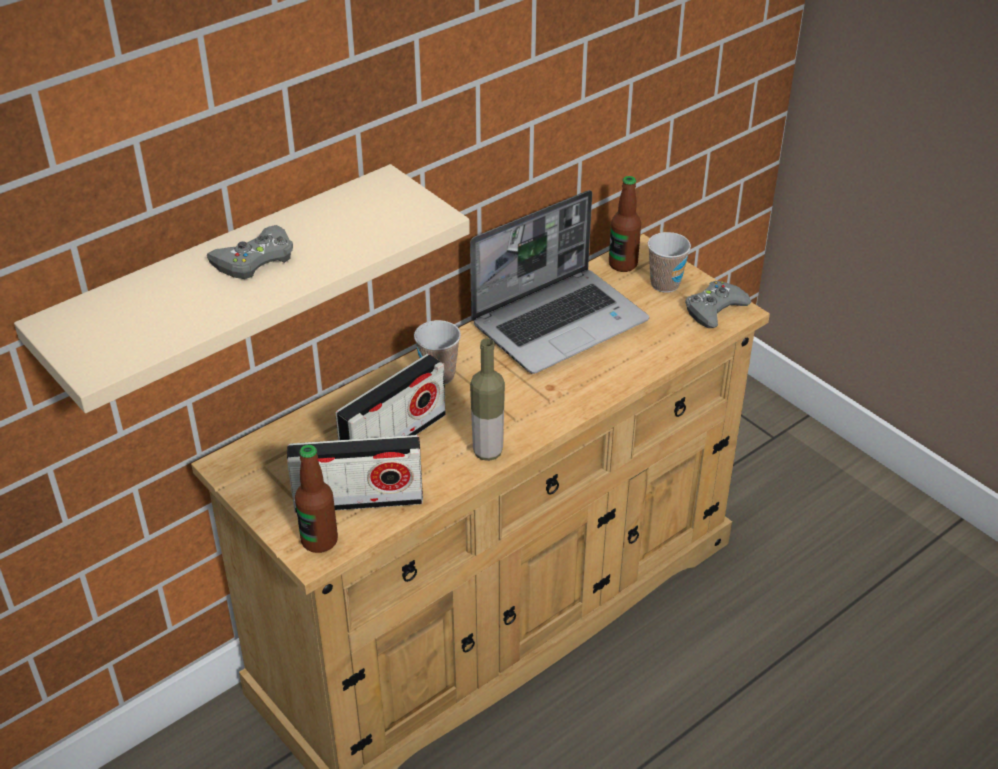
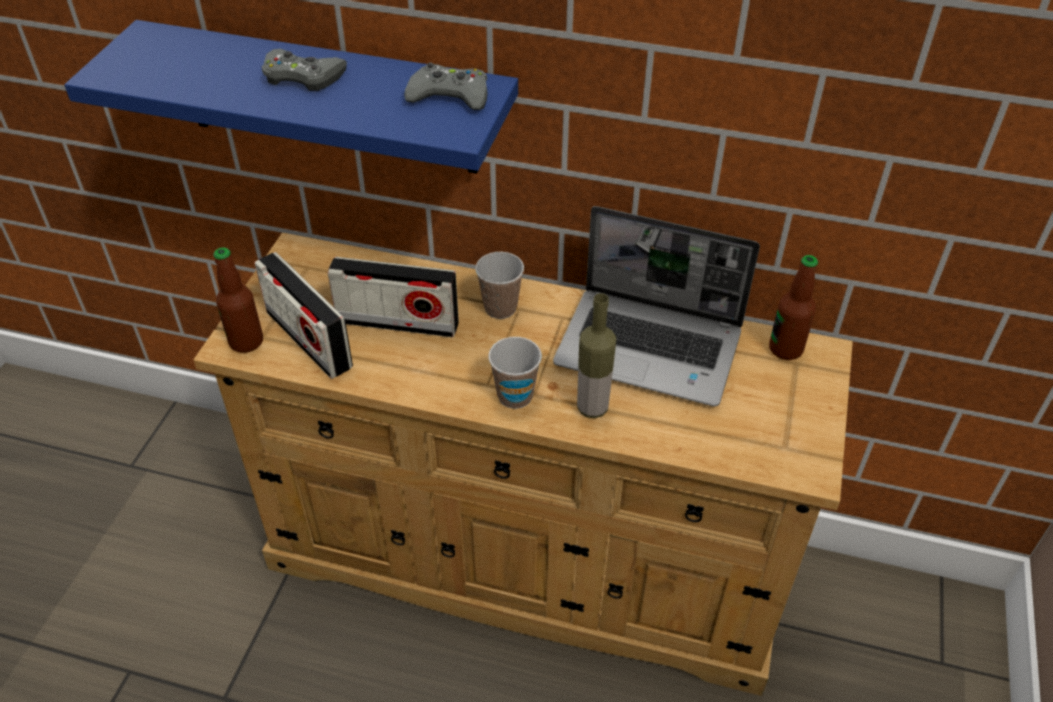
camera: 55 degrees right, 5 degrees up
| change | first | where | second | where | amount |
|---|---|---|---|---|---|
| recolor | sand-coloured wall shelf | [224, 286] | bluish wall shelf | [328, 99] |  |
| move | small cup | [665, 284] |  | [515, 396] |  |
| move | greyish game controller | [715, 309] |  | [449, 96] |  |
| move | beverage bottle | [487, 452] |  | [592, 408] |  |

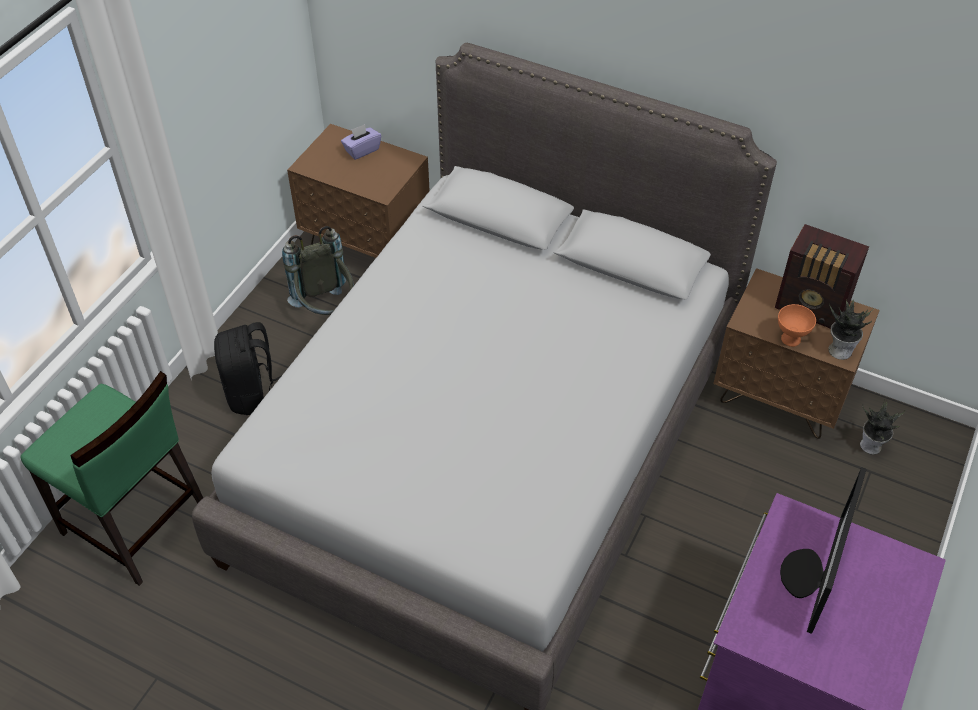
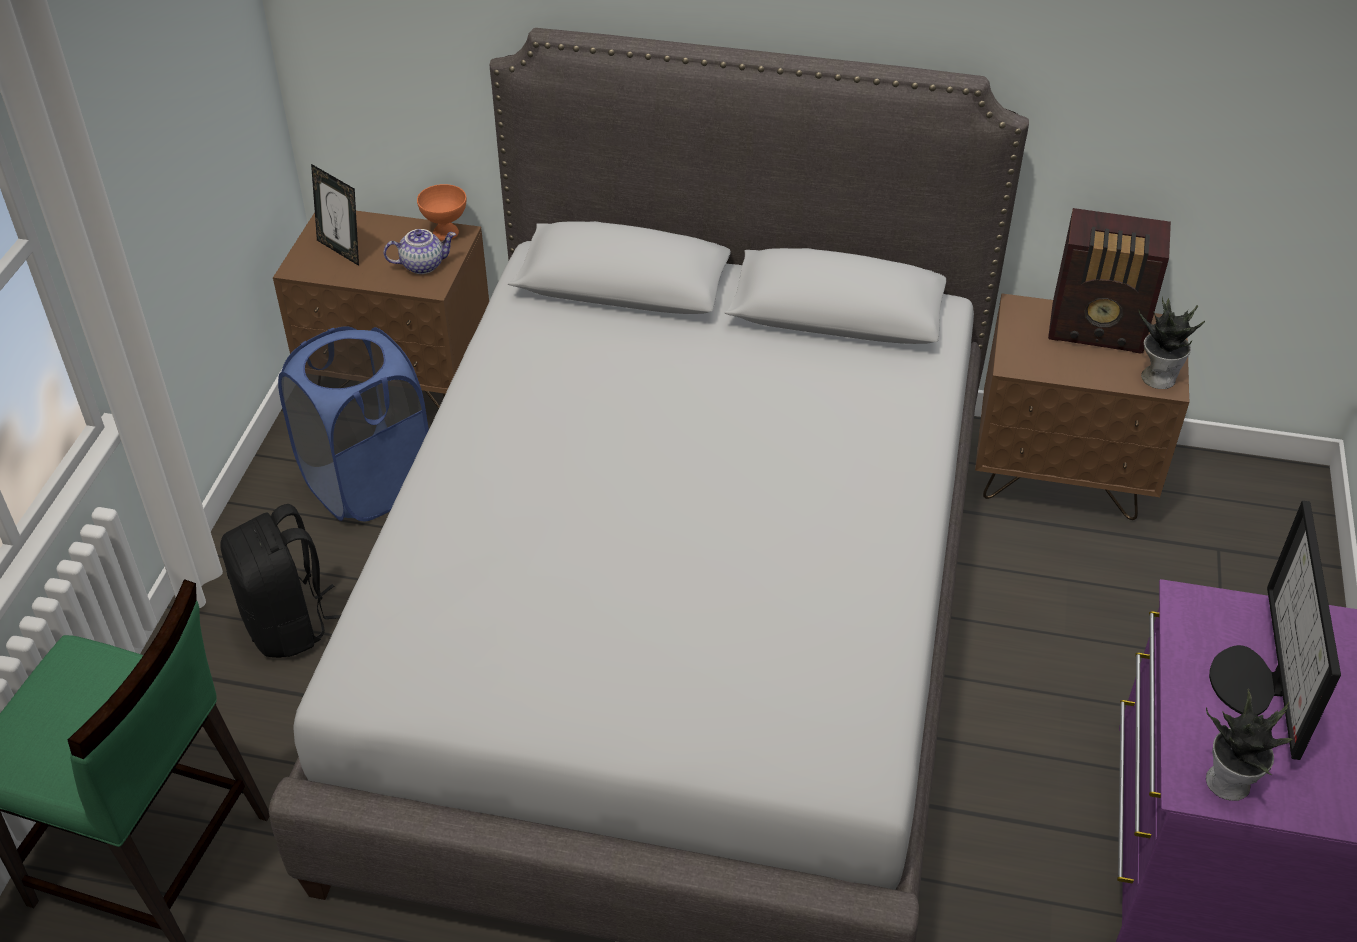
camera: 15 degrees left, 5 degrees down
| change | first | where | second | where | amount |
|---|---|---|---|---|---|
| delete | purplish box of tissues | [362, 150] |  |  |  |
| replace | greyish rucksack | [326, 310] | bluish washing basket | [368, 483] |  |
| move | orange deep dish | [790, 339] |  | [445, 233] |  |
| move | potted plant | [871, 446] |  | [1230, 783] |  |
| insert |  |  | standing frame | [341, 250] |  |
| insert |  |  | pot for tea | [423, 264] |  |

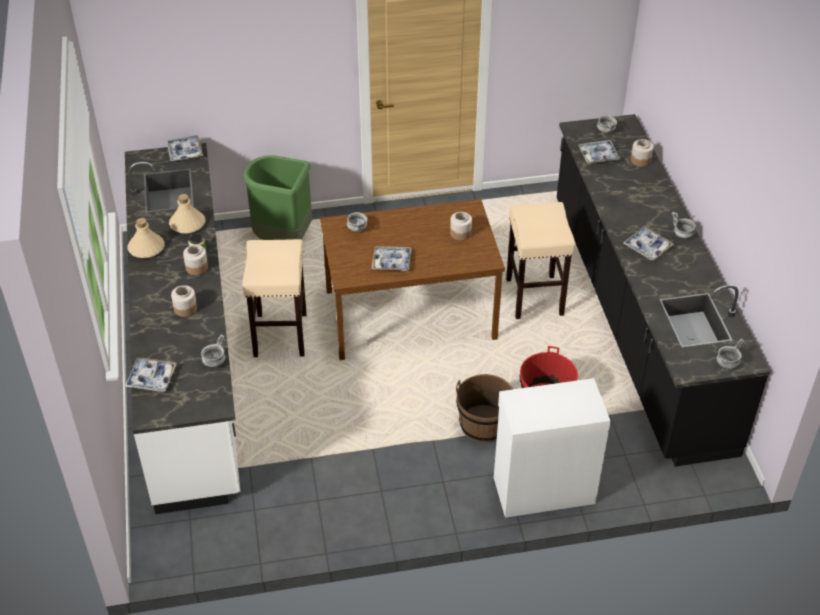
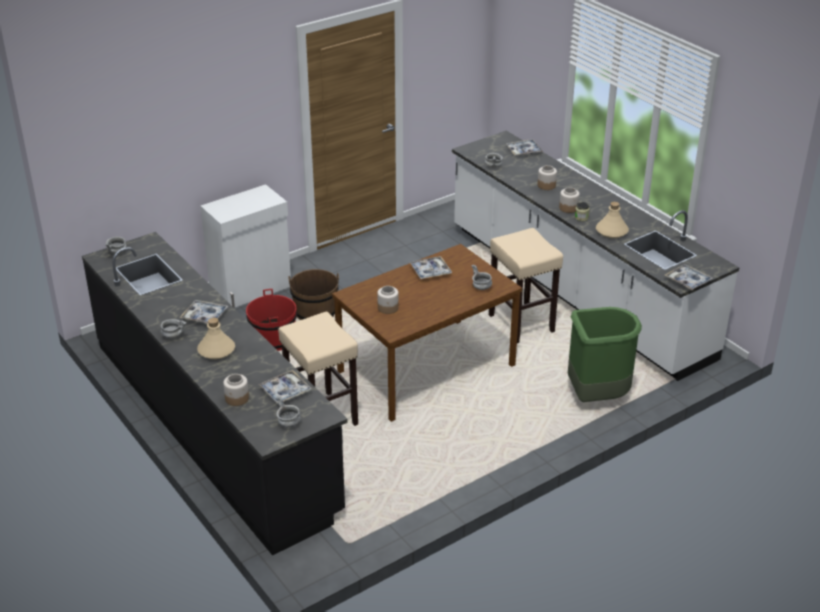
camera: 155 degrees right, 10 degrees down
| change | first | where | second | where | amount |
|---|---|---|---|---|---|
| move | sand-coloured beverage bottle | [147, 248] |  | [216, 350] |  |

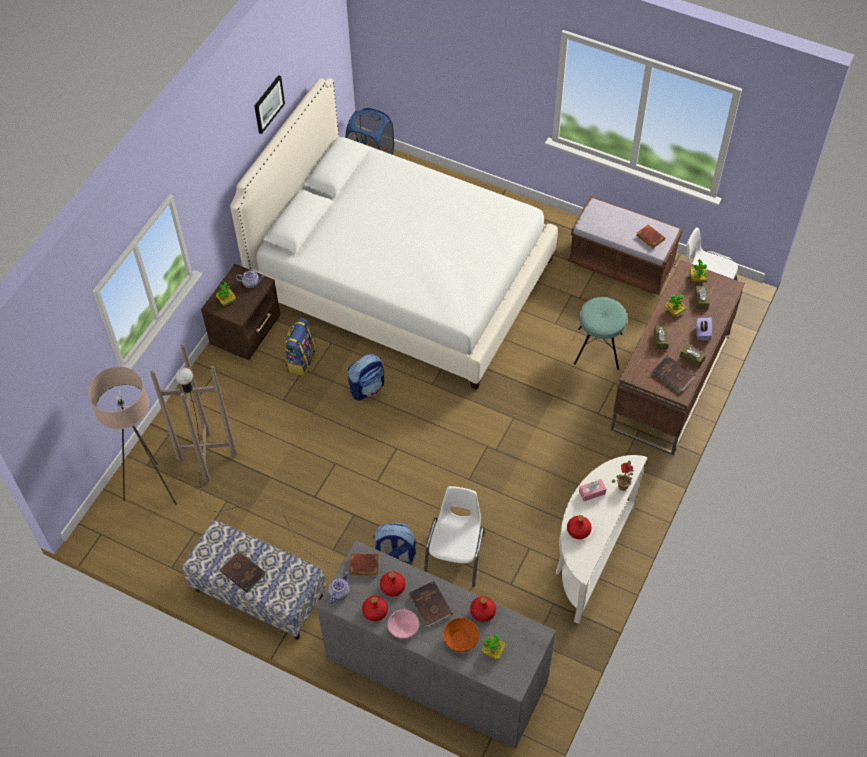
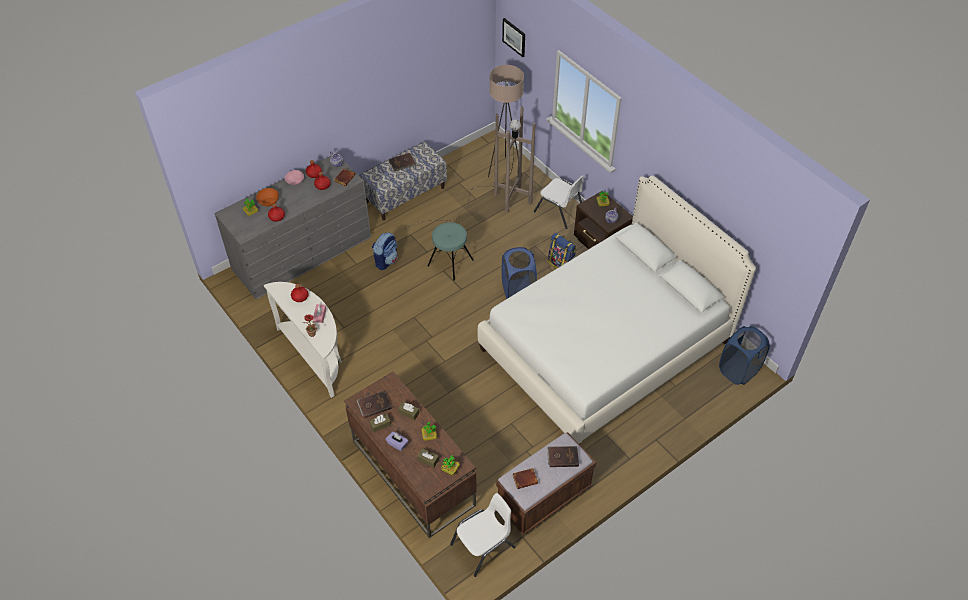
camera: 115 degrees right, 5 degrees down
| change | first | where | second | where | amount |
|---|---|---|---|---|---|
| move | picture | [268, 104] |  | [514, 37] |  |
| move | turquoise stool | [598, 349] |  | [450, 263] |  |
| replace | rucksack | [367, 388] | bluish washing basket | [518, 291] |  |
| move | whitish plain chair | [456, 554] |  | [559, 211] |  |
| move | brown volume | [430, 605] |  | [562, 457] |  |

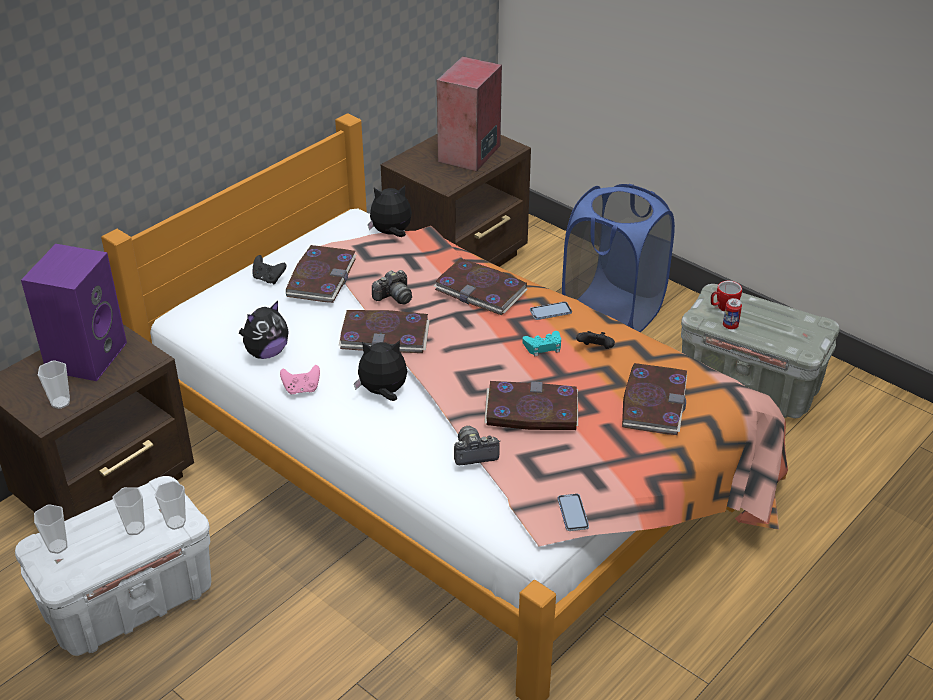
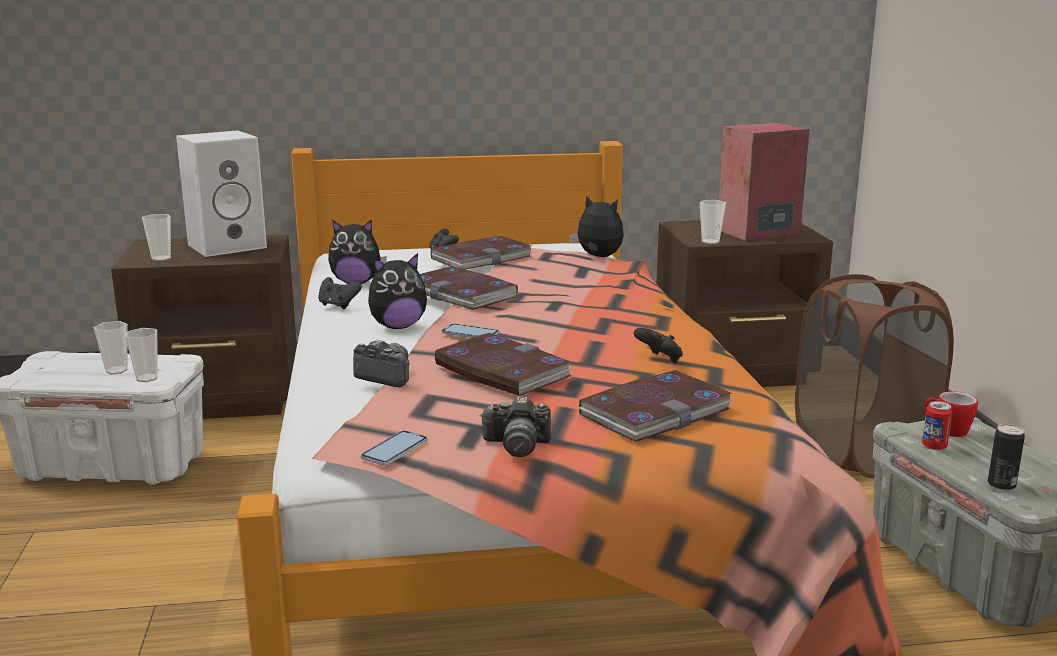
camera: 40 degrees right, 20 degrees down
| change | first | where | second | where | amount |
|---|---|---|---|---|---|
| recolor | bluish washing basket | [612, 312] | brown washing basket | [860, 453] |  |
| recolor | purplish speaker | [86, 355] | whitish speaker | [228, 245] |  |
| delete | volume | [481, 290] |  |  |  |
| move | photo camera | [394, 297] |  | [517, 445] |  |
| move | handset | [550, 312] |  | [470, 333] |  |
| delete | turquoise game controller | [543, 347] |  |  |  |
| rotate | plush toy | [383, 392] |  | [398, 326] | 120 degrees clockwise |
| recolor | pink-coloured game controller | [301, 389] | black game controller | [338, 306] |  |
| move | small cup | [58, 546] |  | [710, 242] |  |
| insert |  |  | metal can | [1001, 485] |  |

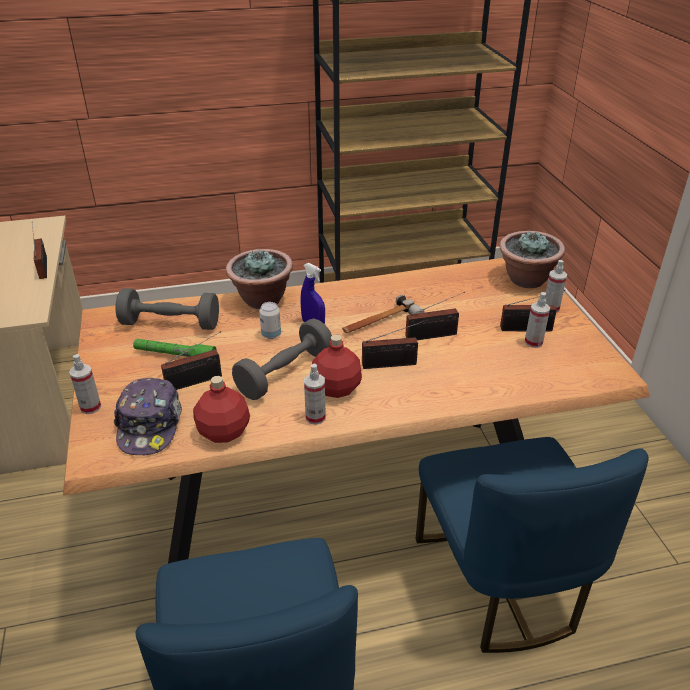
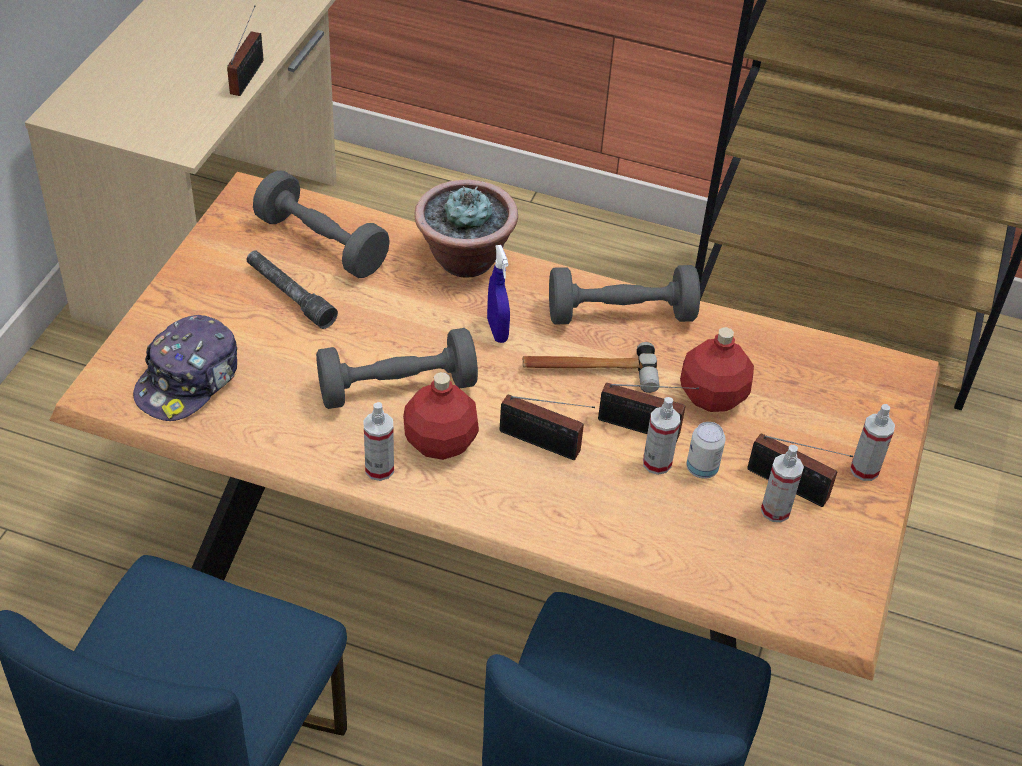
camera: 30 degrees right, 10 degrees up
| change | first | where | second | where | amount |
|---|---|---|---|---|---|
| delete | potted plant | [526, 280] |  |  |  |
| move | metal can | [271, 334] |  | [702, 469] |  |
| delete | radio receiver | [197, 381] |  |  |  |
| recolor | green-coloured torch | [175, 355] | greyish torch | [289, 295] |  |
| move | spray bottle | [90, 407] |  | [657, 463] |  |
| move | red-coloured beverage bottle | [224, 431] |  | [713, 396] |  |
| insert |  |  | greyish dumbbell | [620, 314] |  |

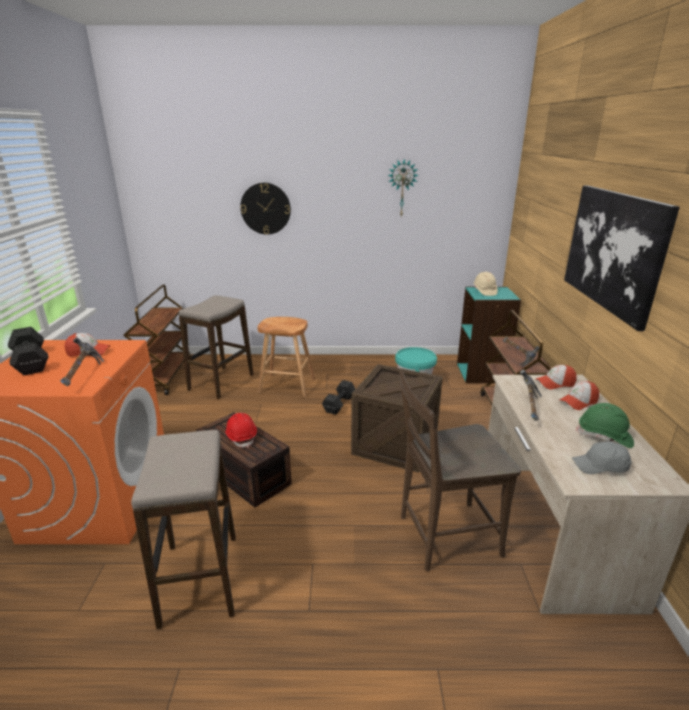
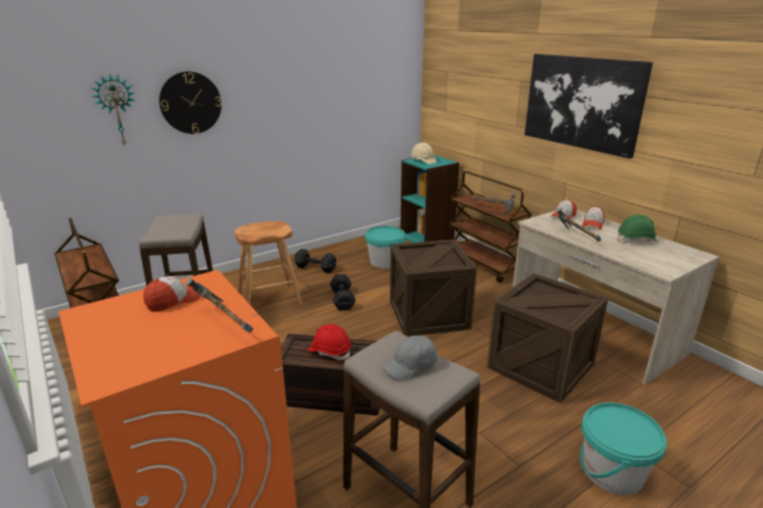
camera: 35 degrees left, 0 degrees up
| change | first | where | second | where | amount |
|---|---|---|---|---|---|
| move | hanging clock | [402, 188] |  | [116, 110] |  |
| move | black dumbbell | [30, 363] |  | [316, 268] |  |
| replace | brown plain chair | [443, 536] | packing crate | [540, 366] |  |
| move | greyish cap | [601, 466] |  | [411, 365] |  |
| insert |  |  | turquoise water bucket | [612, 471] |  |

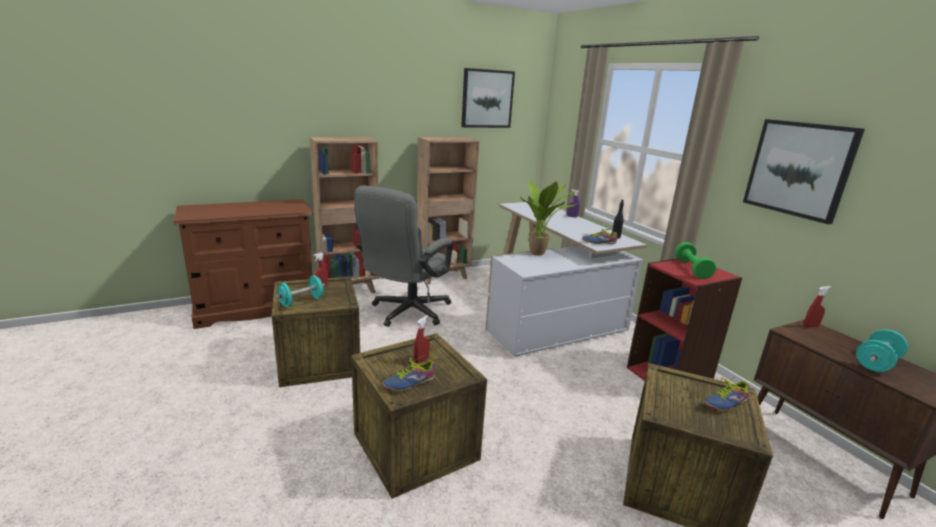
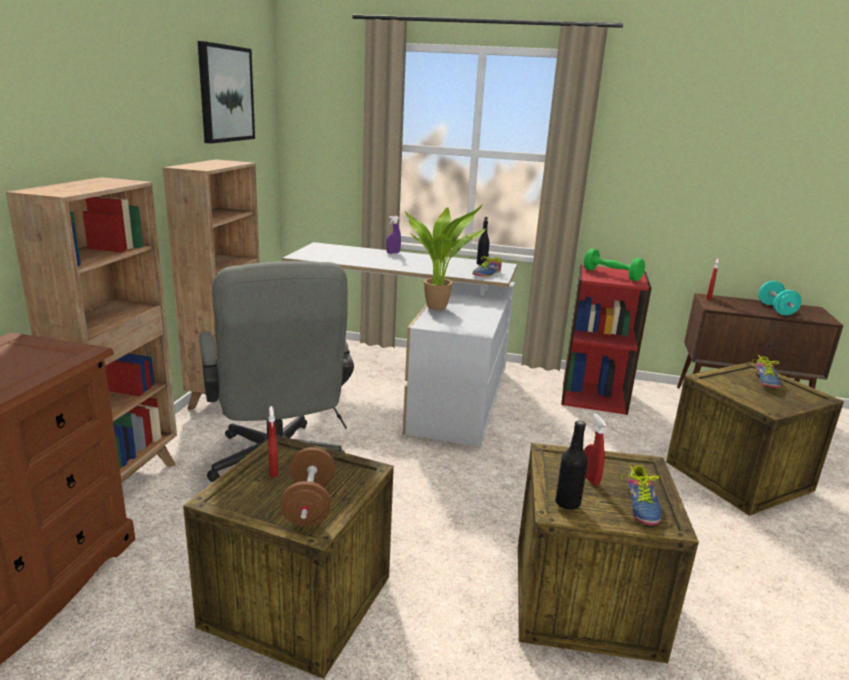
camera: 50 degrees left, 0 degrees up
| change | first | where | second | where | amount |
|---|---|---|---|---|---|
| delete | picture | [799, 169] |  |  |  |
| recolor | turquoise dumbbell | [301, 301] | brown dumbbell | [309, 505] |  |
| insert |  |  | black beverage bottle | [567, 503] |  |

